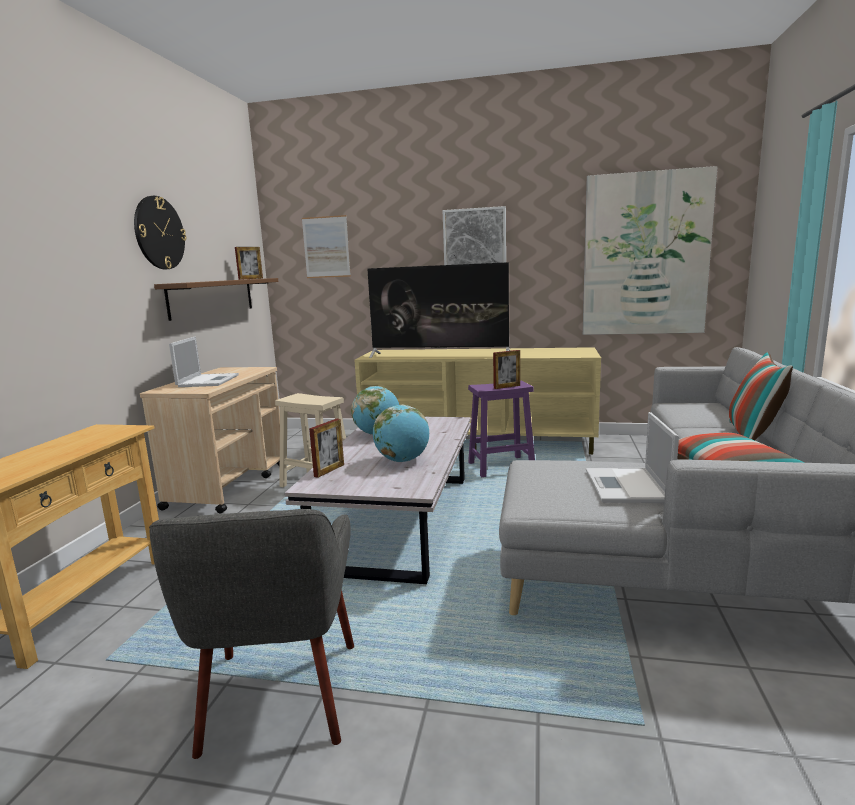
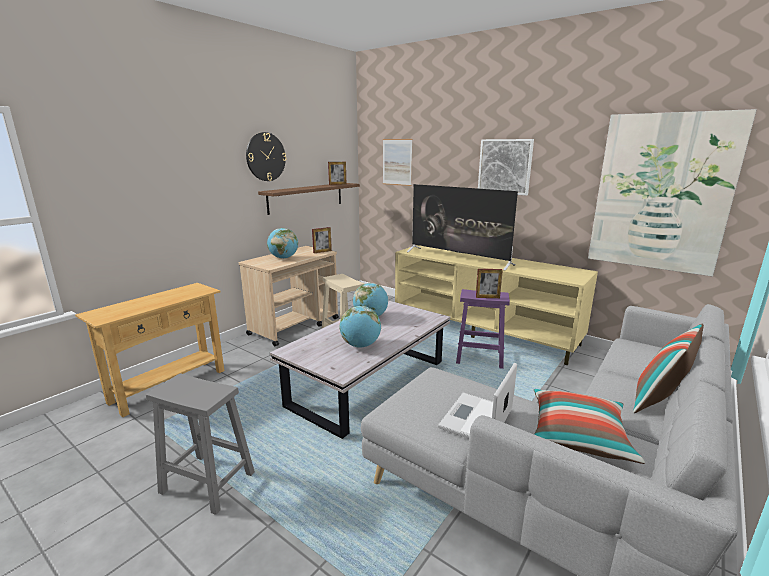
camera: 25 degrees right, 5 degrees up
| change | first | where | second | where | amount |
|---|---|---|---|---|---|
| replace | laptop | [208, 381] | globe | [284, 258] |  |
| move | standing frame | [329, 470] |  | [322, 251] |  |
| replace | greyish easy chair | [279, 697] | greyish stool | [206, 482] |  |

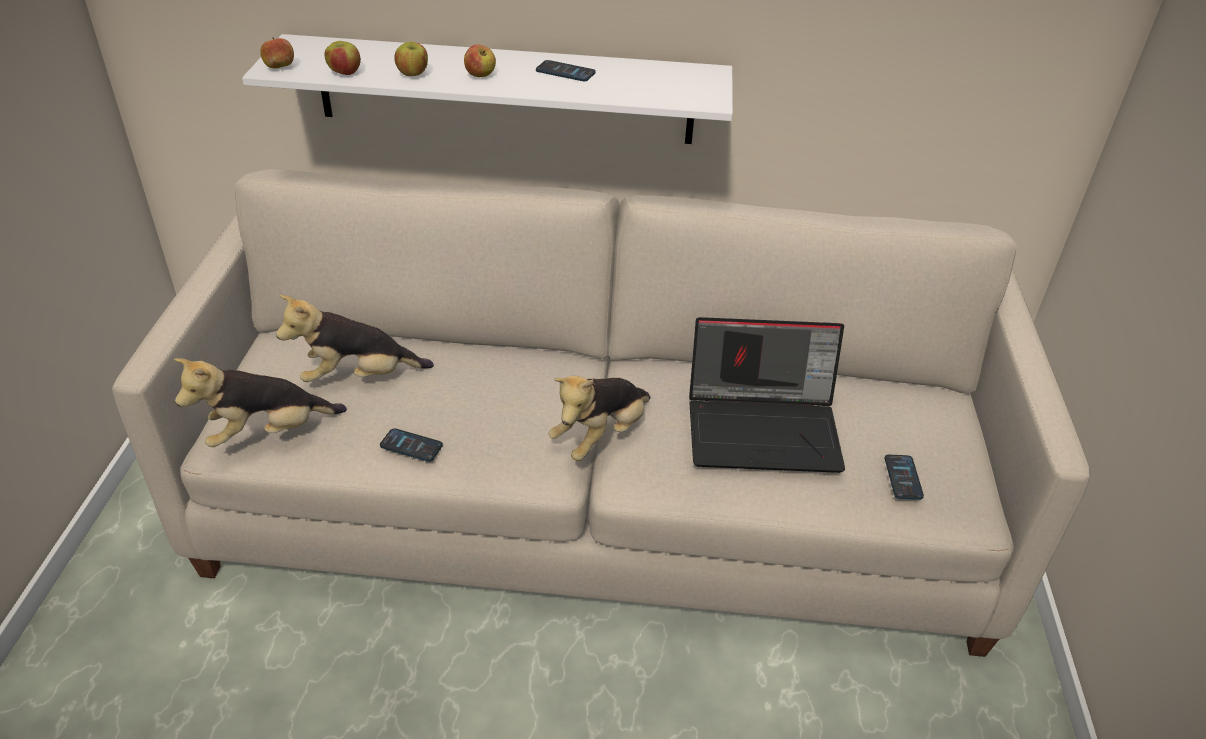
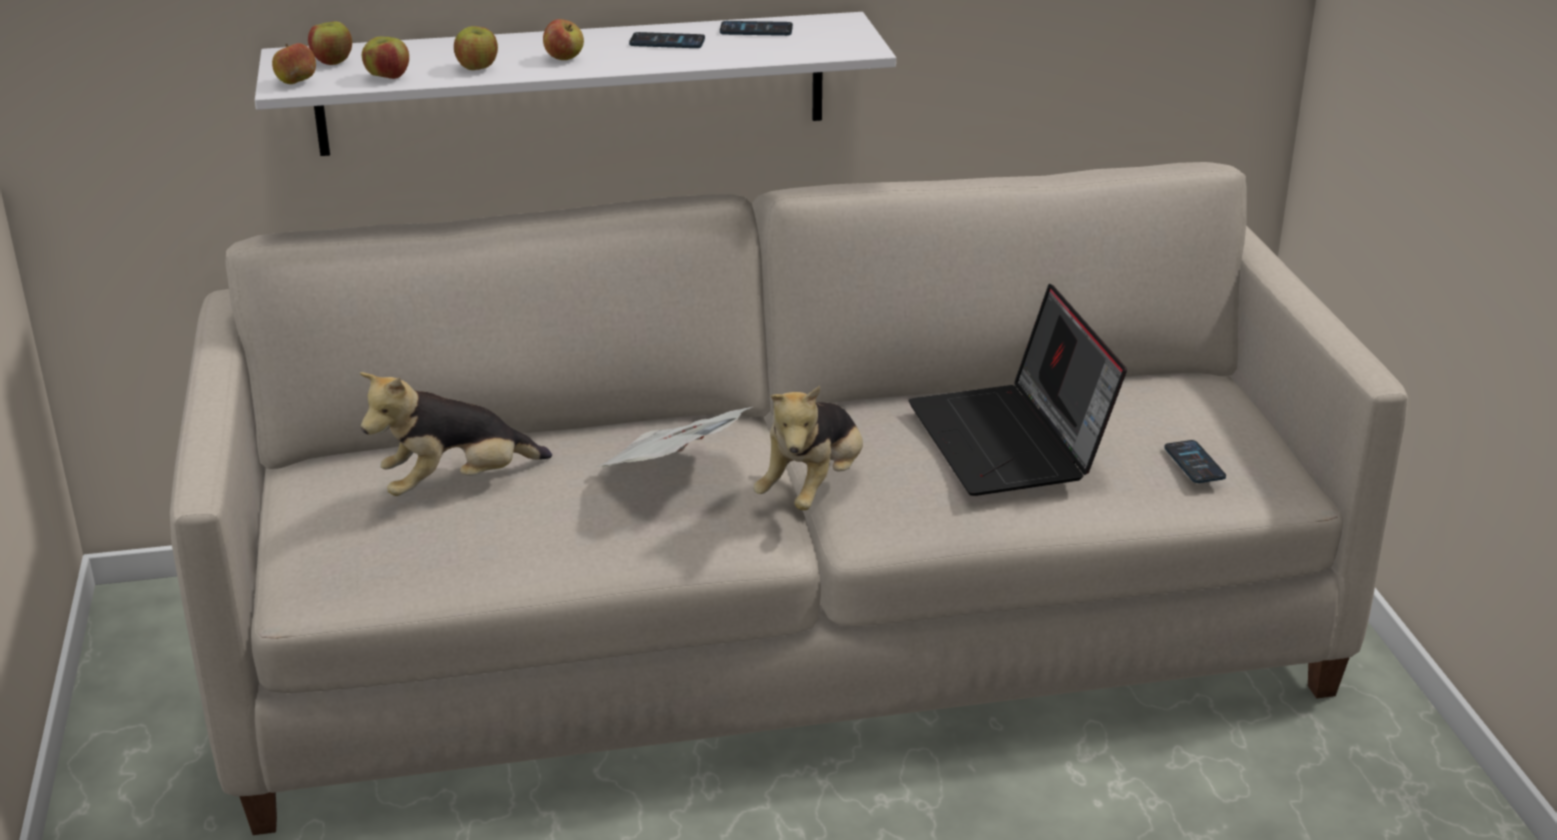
camera: 15 degrees left, 10 degrees down
| change | first | where | second | where | amount |
|---|---|---|---|---|---|
| rotate | laptop | [765, 428] |  | [1012, 442] | 90 degrees clockwise |
| delete | plush toy | [267, 432] |  |  |  |
| move | handset | [411, 446] |  | [756, 30] |  |
| insert |  |  | apple fruit | [332, 62] |  |
| insert |  |  | daily paper | [674, 473] |  |

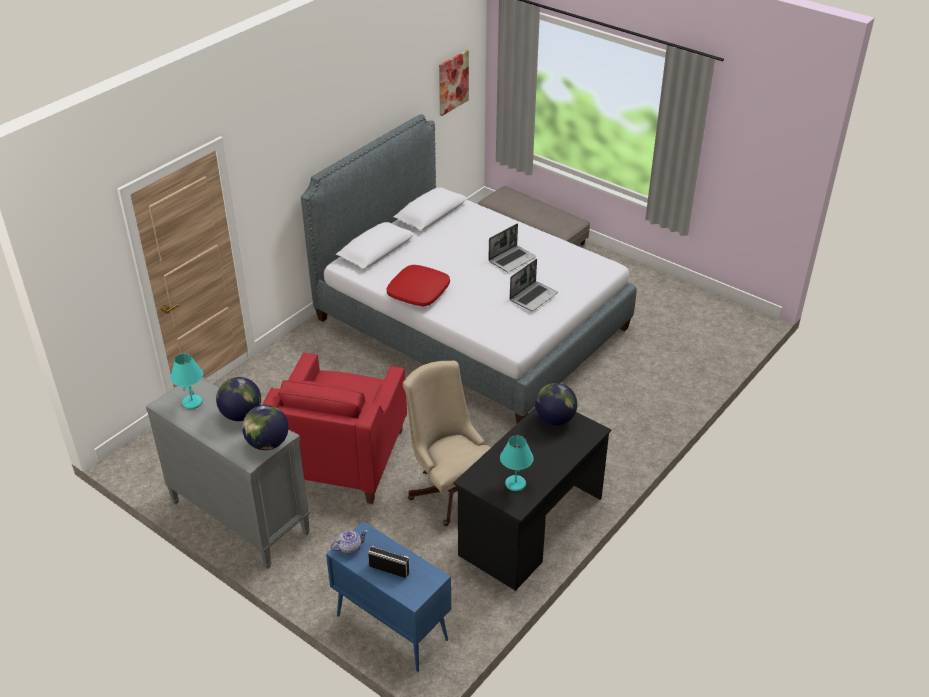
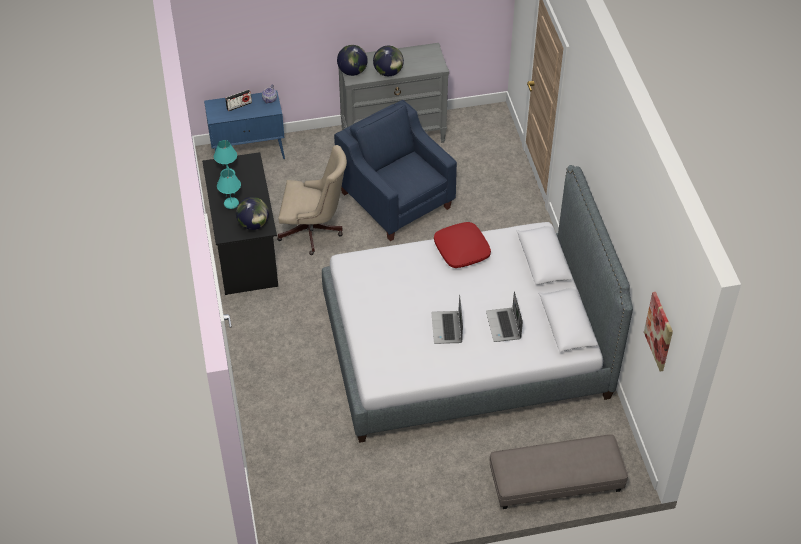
camera: 130 degrees right, 10 degrees up
| change | first | where | second | where | amount |
|---|---|---|---|---|---|
| move | laptop | [533, 296] |  | [504, 326] |  |
| recolor | red-coloured easy chair | [341, 457] | bluish easy chair | [396, 200] |  |
| move | turquoise lamp for a table | [193, 402] |  | [231, 204] |  |

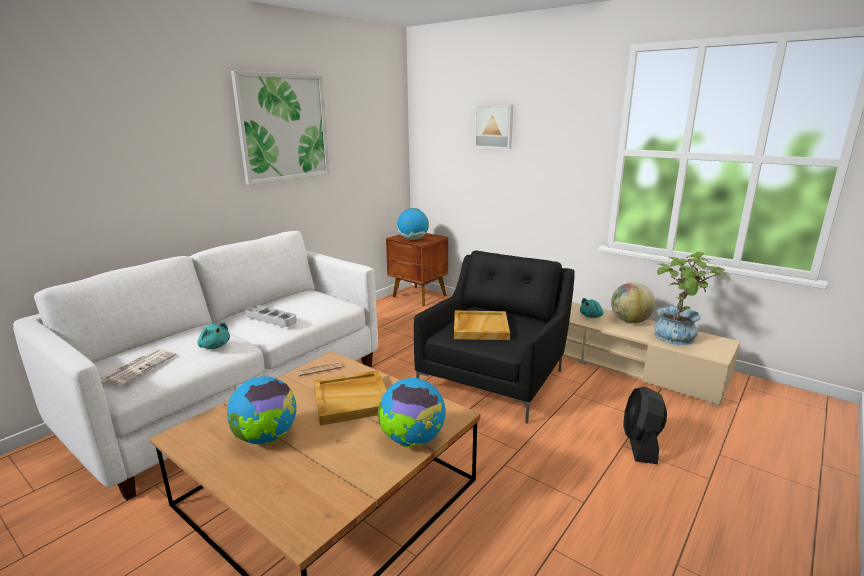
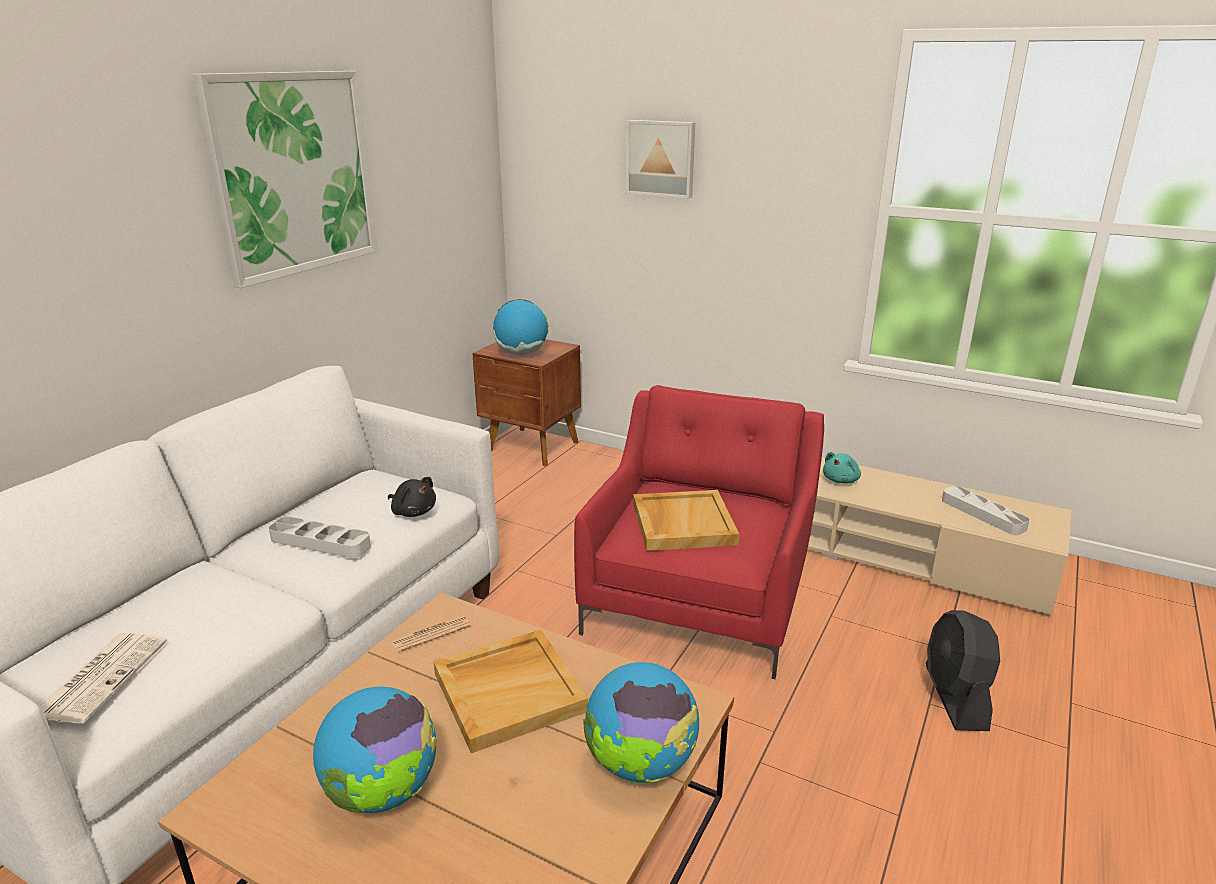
camera: 10 degrees left, 5 degrees up
| change | first | where | second | where | amount |
|---|---|---|---|---|---|
| recolor | black easy chair | [494, 377] | red-coloured easy chair | [699, 597] |  |
| replace | potted plant | [678, 339] | greyish serving tray | [983, 514] |  |
| delete | globe | [630, 321] |  |  |  |
| delete | turquoise plush toy | [214, 346] |  |  |  |
| insert |  |  | black plush toy | [413, 511] |  |

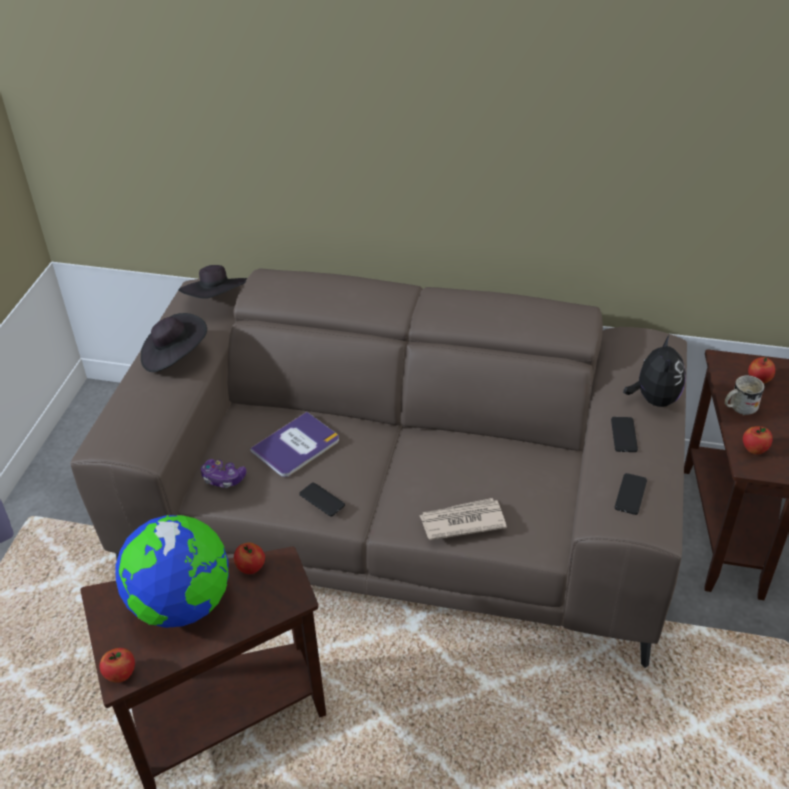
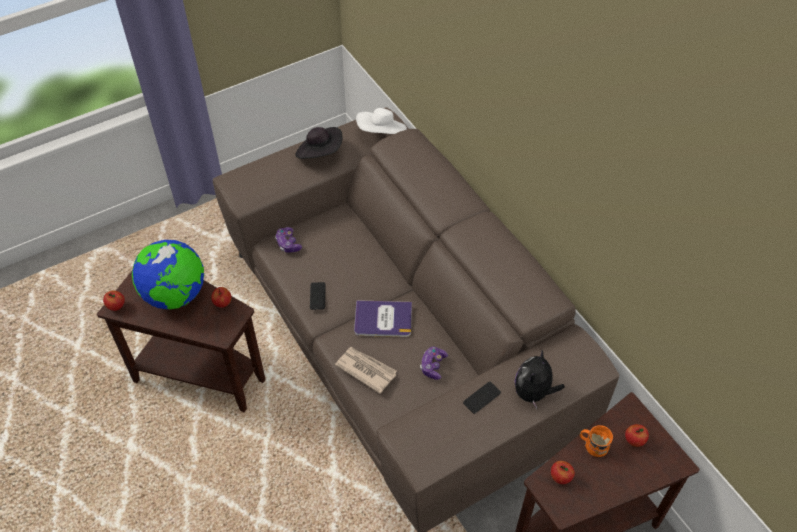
camera: 45 degrees right, 10 degrees up
| change | first | where | second | where | amount |
|---|---|---|---|---|---|
| recolor | black wearable hat | [217, 301] | whitish wearable hat | [381, 133] |  |
| rotate | plush toy | [654, 399] |  | [533, 392] | 150 degrees clockwise |
| recolor | whitish mug | [739, 407] | orange mug | [593, 445] |  |
| move | volume | [296, 446] |  | [383, 319] |  |
| delete | handset | [630, 494] |  |  |  |
| insert |  |  | game controller | [433, 366] |  |

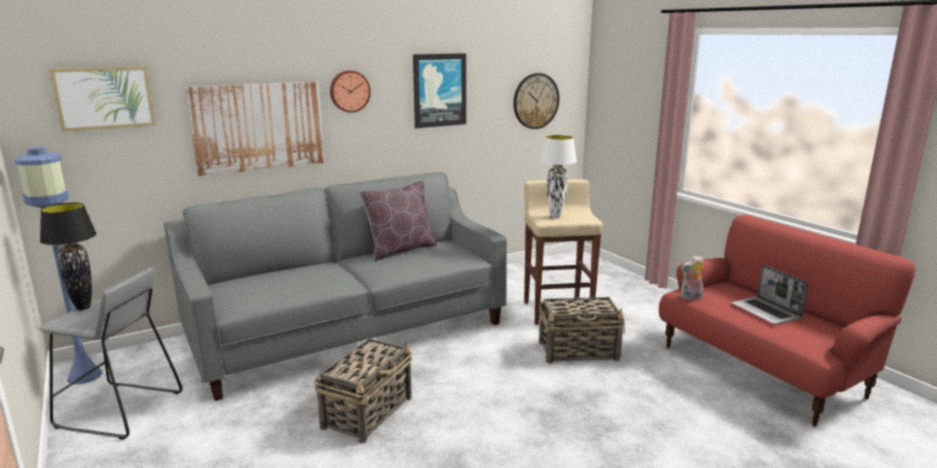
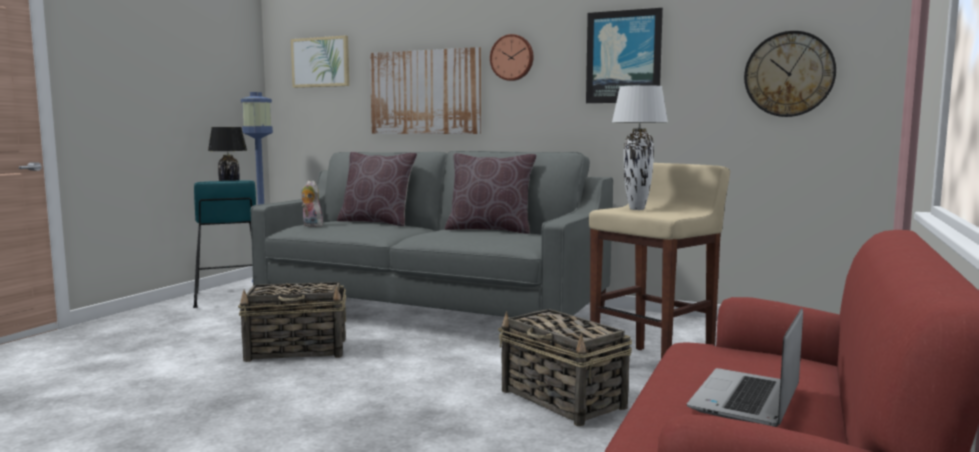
camera: 55 degrees right, 10 degrees down
| change | first | where | second | where | amount |
|---|---|---|---|---|---|
| move | plush toy | [690, 297] |  | [311, 225] |  |
| recolor | greyish stool | [119, 410] | turquoise stool | [229, 297] |  |
| insert |  |  | brown throw pillow | [377, 222] |  |

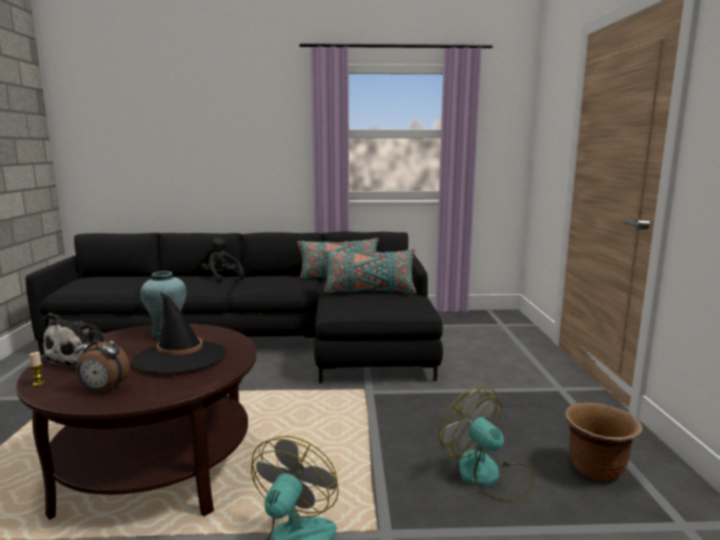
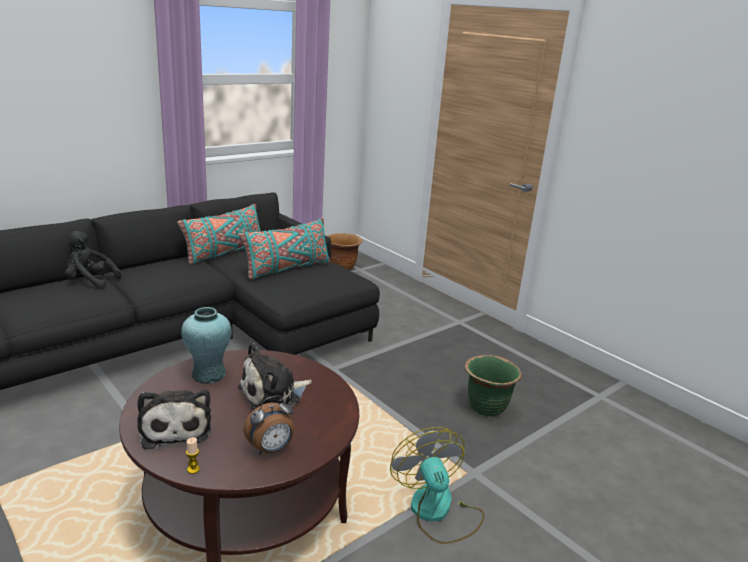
camera: 40 degrees left, 10 degrees up
| change | first | where | second | where | amount |
|---|---|---|---|---|---|
| replace | black wearable hat | [180, 357] | plush toy | [273, 394] |  |
| replace | cooling fan | [488, 476] | green-coloured flower pot | [486, 407] |  |
| move | brown flower pot | [596, 470] |  | [342, 267] |  |

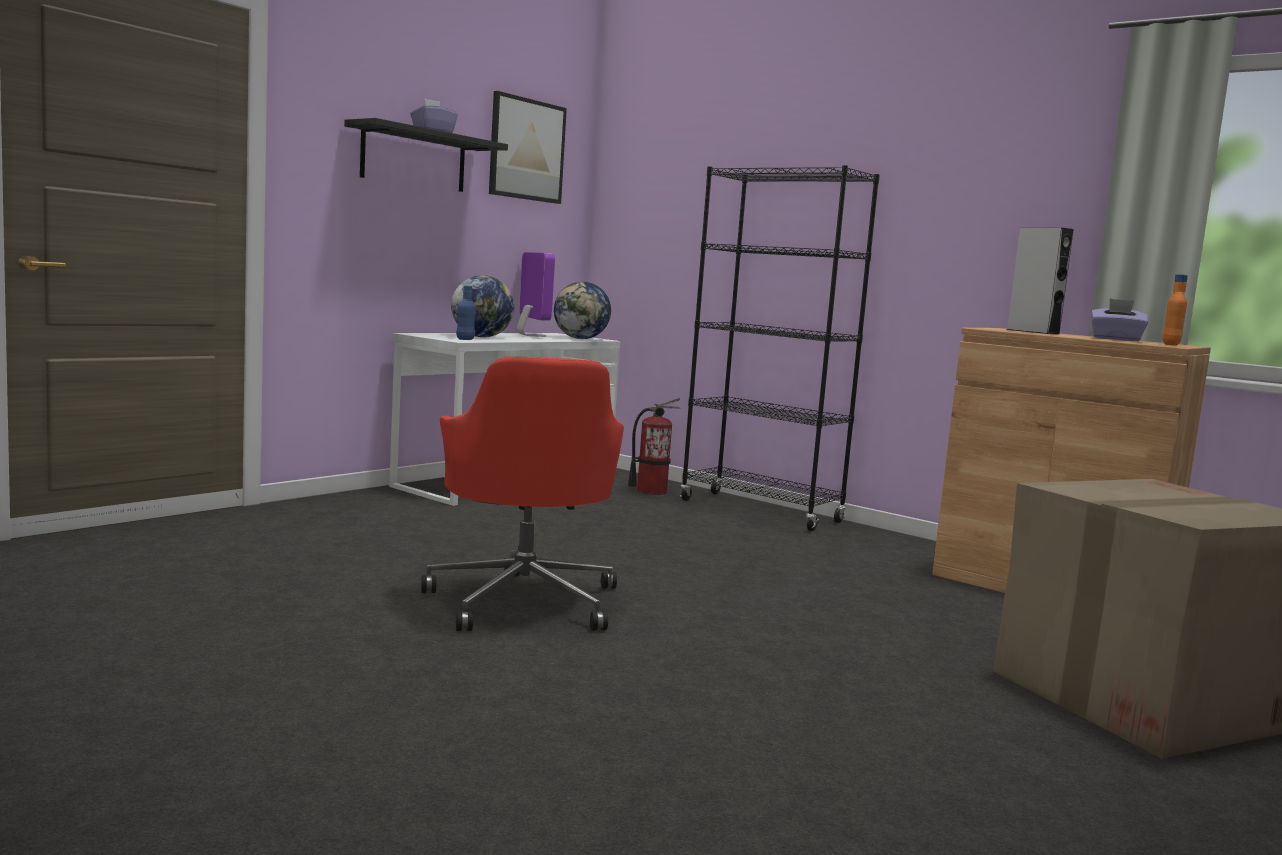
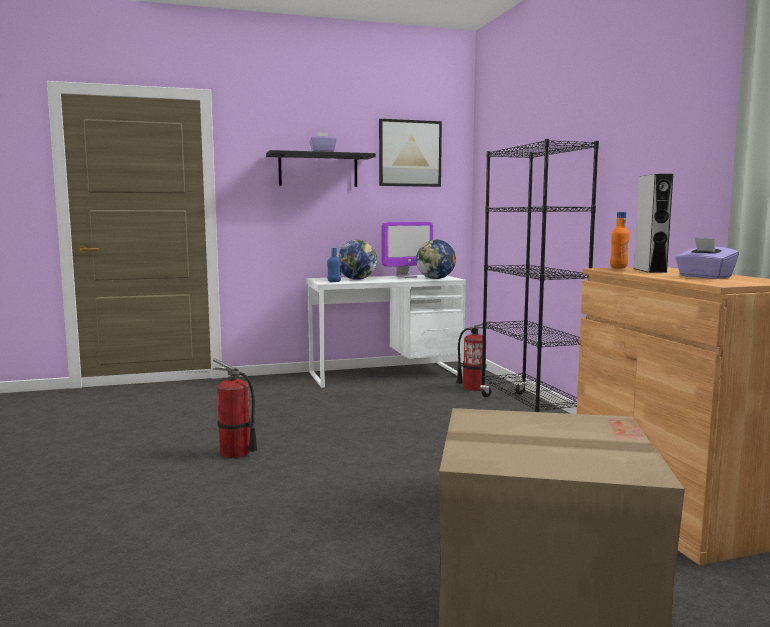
camera: 35 degrees right, 0 degrees up
| change | first | where | second | where | amount |
|---|---|---|---|---|---|
| rotate | monitor | [531, 335] |  | [406, 277] | 45 degrees clockwise |
| move | orange beverage bottle | [1170, 344] |  | [618, 268] |  |
| replace | red-coloured office chair | [524, 600] | extinguisher | [235, 453] |  |

